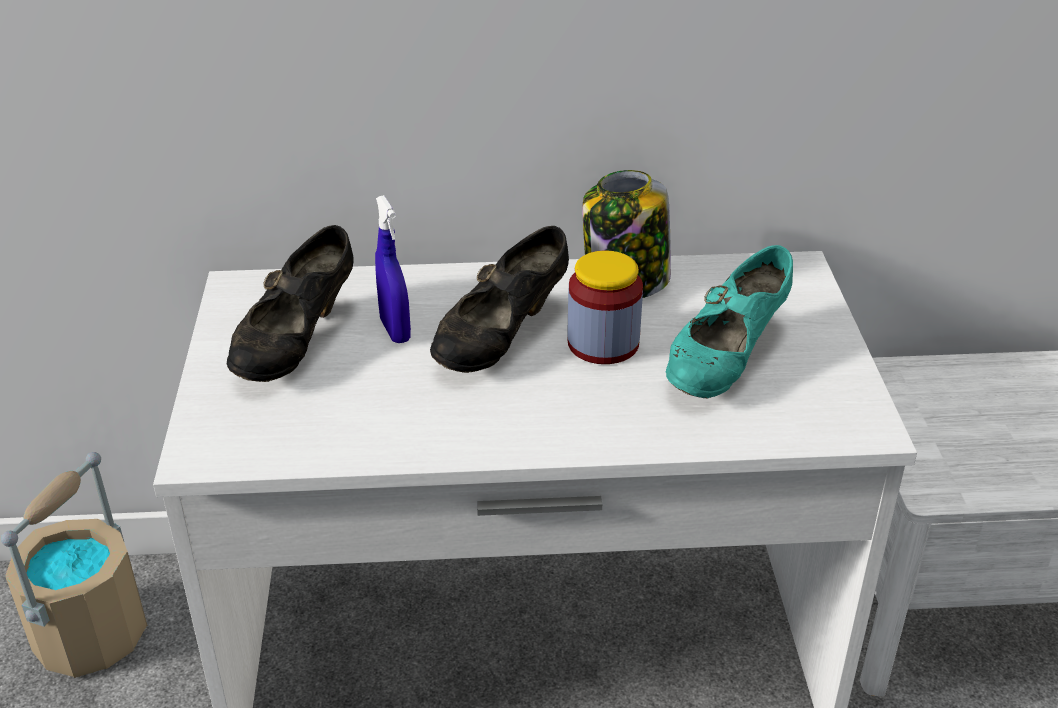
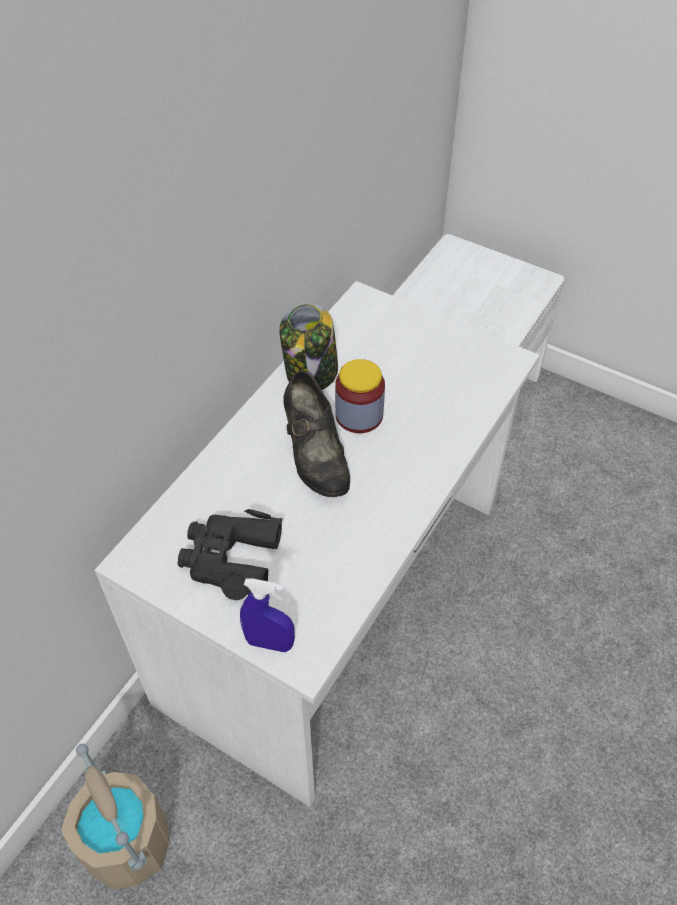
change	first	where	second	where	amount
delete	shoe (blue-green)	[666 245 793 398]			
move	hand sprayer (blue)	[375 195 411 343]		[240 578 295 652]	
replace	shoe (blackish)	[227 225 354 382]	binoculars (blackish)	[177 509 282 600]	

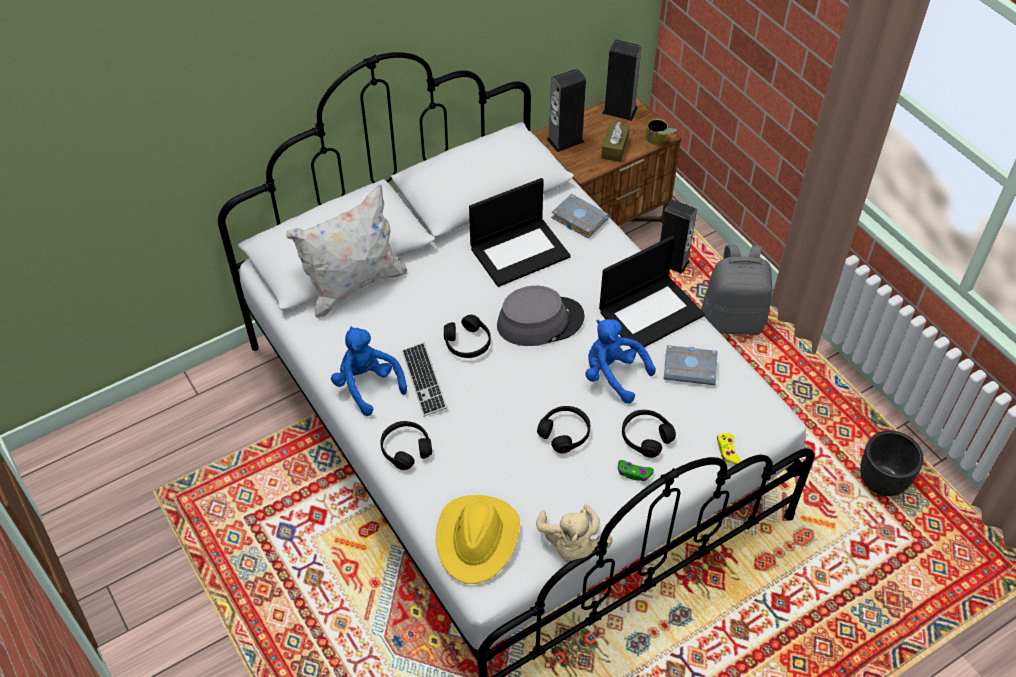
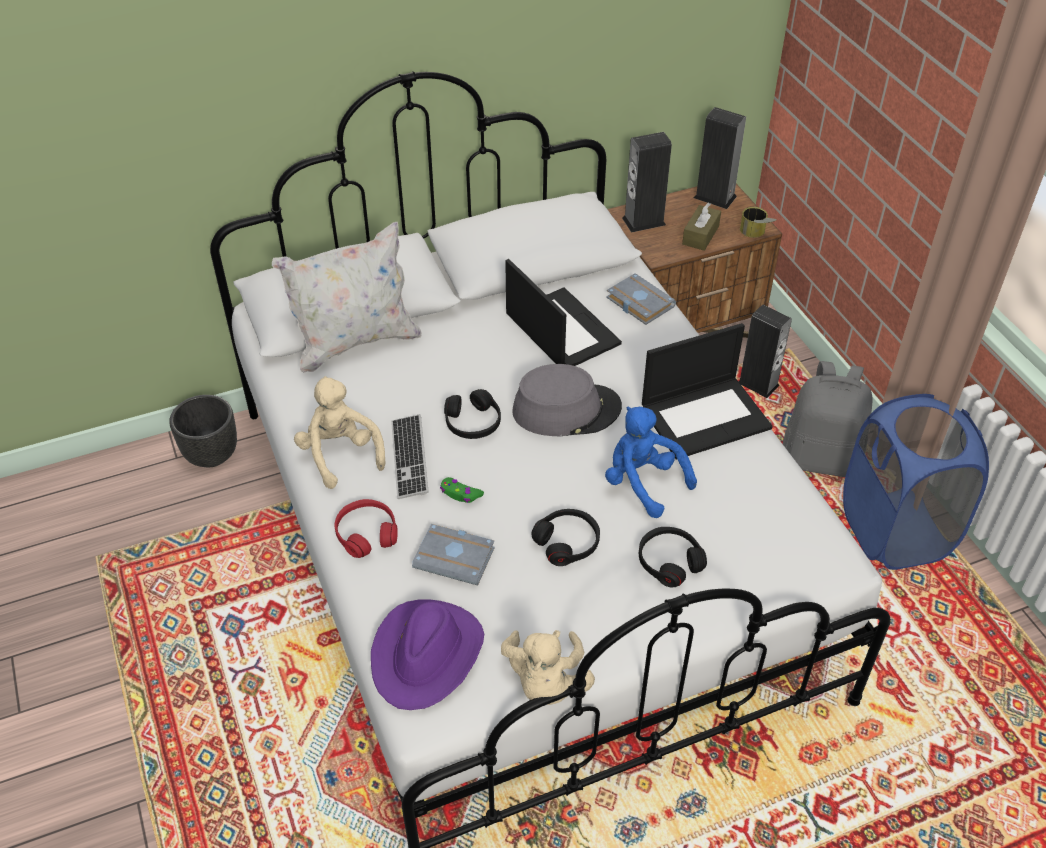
change	first	where	second	where	amount
delete	game controller (yellowish)	[717 433 741 464]			
insert			washing basket (blue)	[843 394 989 570]	
move	game controller (green)	[618 460 654 481]		[440 477 484 503]	
move	bound book (greyish)	[664 345 718 385]		[412 524 495 586]	
move	plant pot (blackish)	[860 430 924 496]		[169 395 237 467]	
recolor	cuddly toy (blue)	[331 326 407 416]	cuddly toy (sand-coloured)	[294 376 385 489]	
recolor	headphones (blackish)	[381 421 432 470]	headphones (red)	[334 499 398 558]	
recolor	wearable hat (yellowish)	[436 495 520 584]	wearable hat (purple)	[371 599 484 710]	
rotate	notebook computer	[469 178 571 287]		[505 259 622 366]	105 degrees counterclockwise

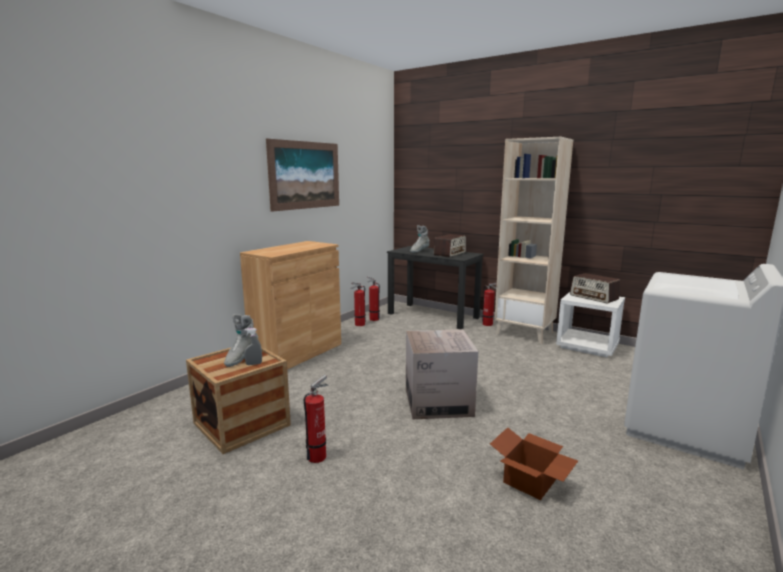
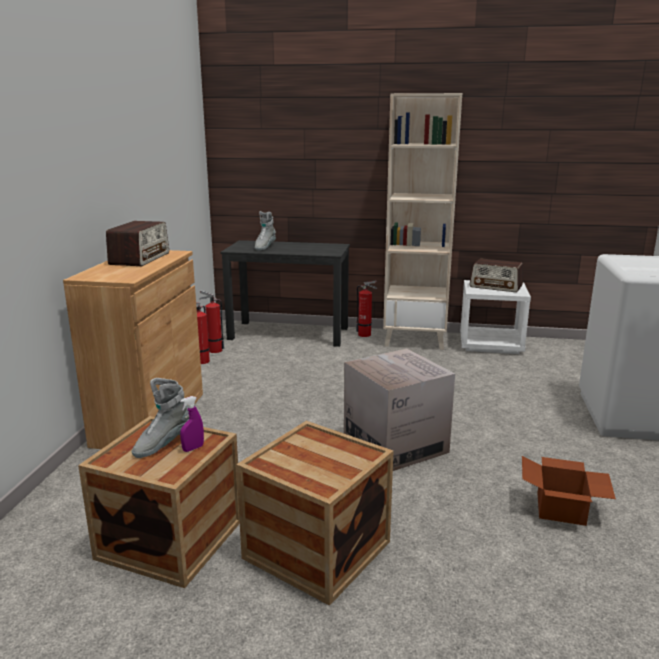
change	first	where	second	where	amount
delete	wall art	[266 139 339 212]			
move	radio	[434 234 466 257]		[106 221 169 266]	
replace	fire extinguisher	[304 375 329 463]	packing crate	[236 421 393 606]	
recolor	hand sprayer (greyish)	[244 328 262 365]	hand sprayer (purple)	[180 396 204 452]	
rotate	high-top boot (greyish)	[224 314 258 367]		[132 378 189 458]	45 degrees clockwise

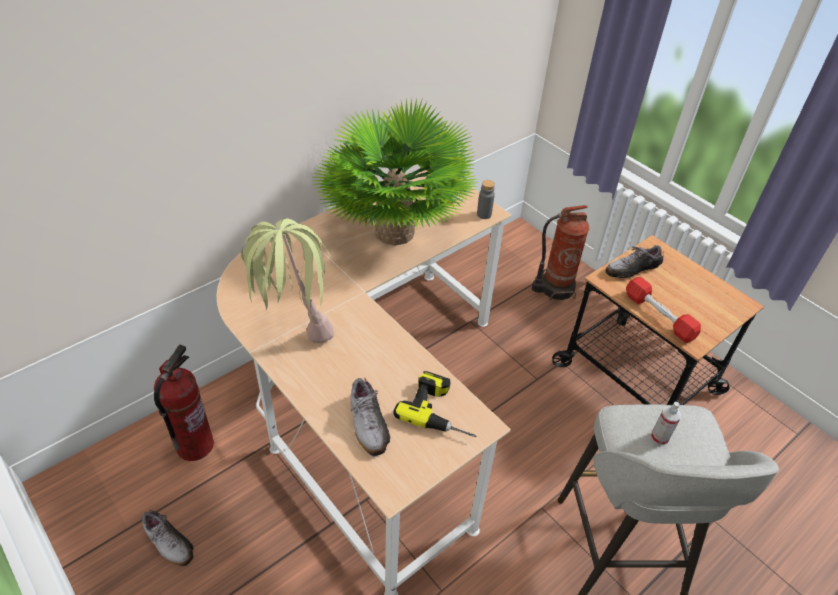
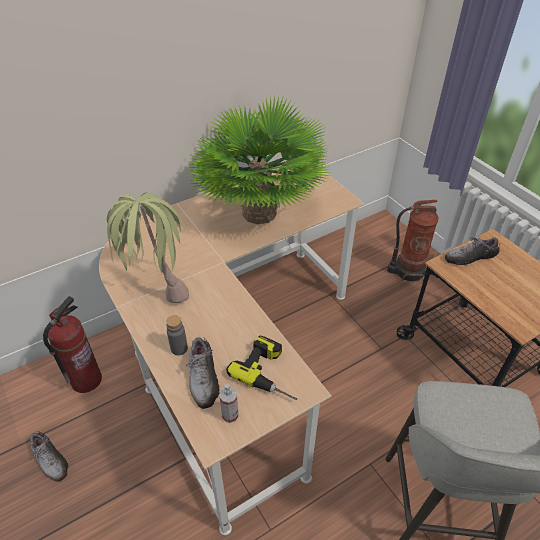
change	first	where	second	where	amount
delete	free weight (red)	[626 277 701 343]			
move	drink bottle (greyish)	[477 180 495 219]		[166 315 188 355]	
move	hand sprayer	[651 402 681 445]		[220 384 239 423]	

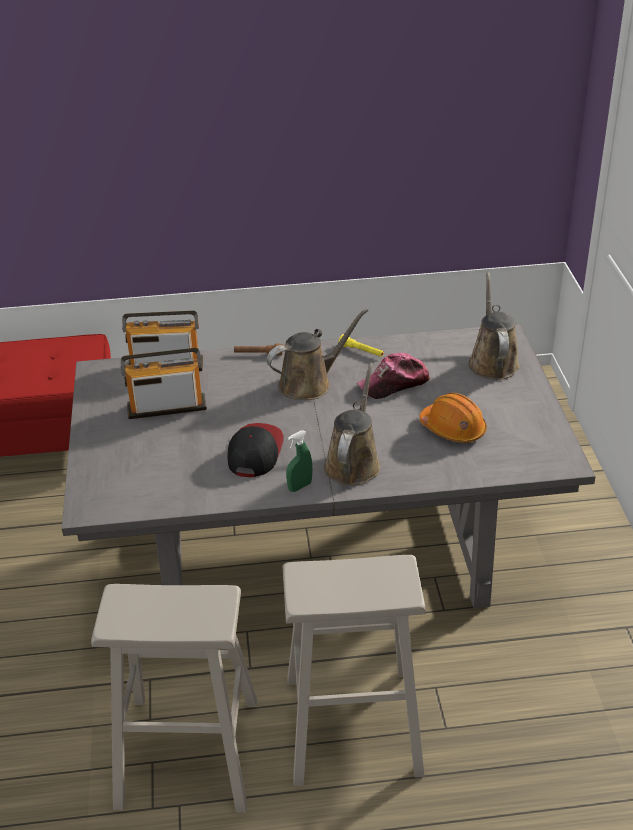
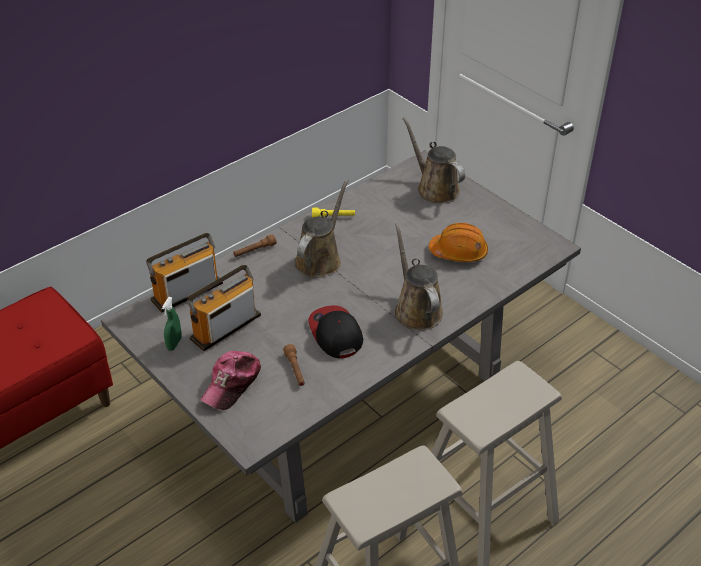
change	first	where	second	where	amount
insert			flashlight (brown-coloured)	[283 344 305 386]	
move	hand sprayer (green)	[286 430 313 492]		[162 297 182 351]	
move	cap	[357 353 430 399]		[200 351 261 410]	

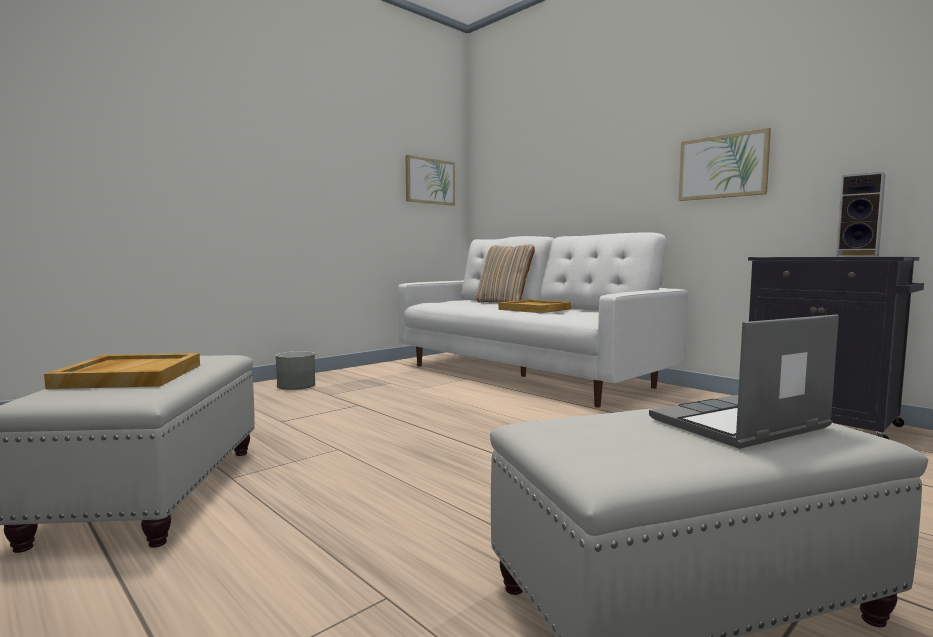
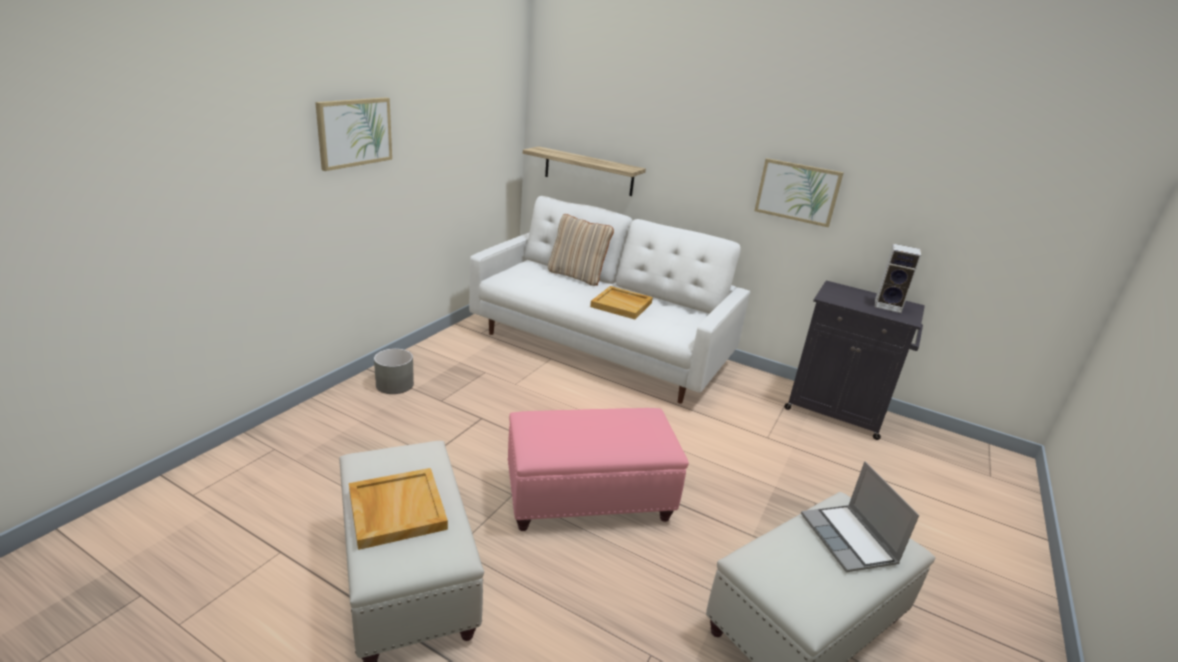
change	first	where	second	where	amount
insert			pouffe (pink)	[508 408 689 531]	
insert			bracket shelf	[523 146 646 196]	
move	wall art	[406 155 455 206]		[315 97 392 171]	
rotate	notebook computer	[649 315 839 449]		[801 461 919 572]	60 degrees counterclockwise

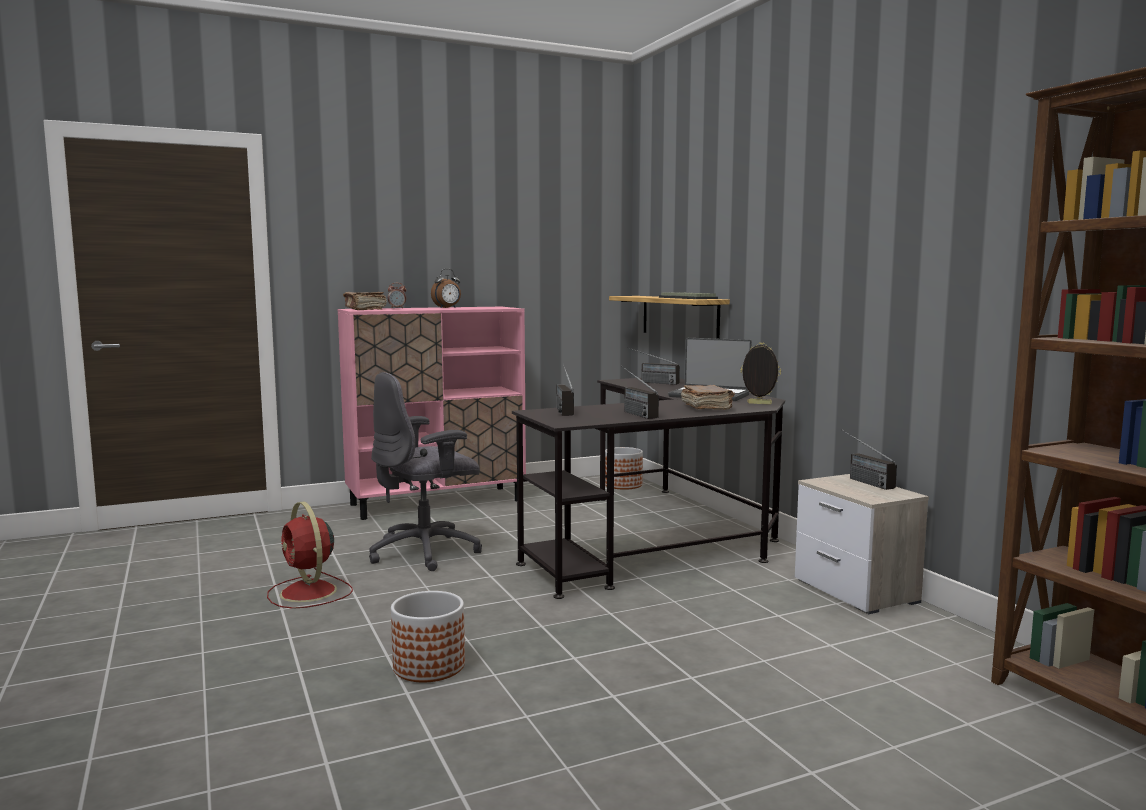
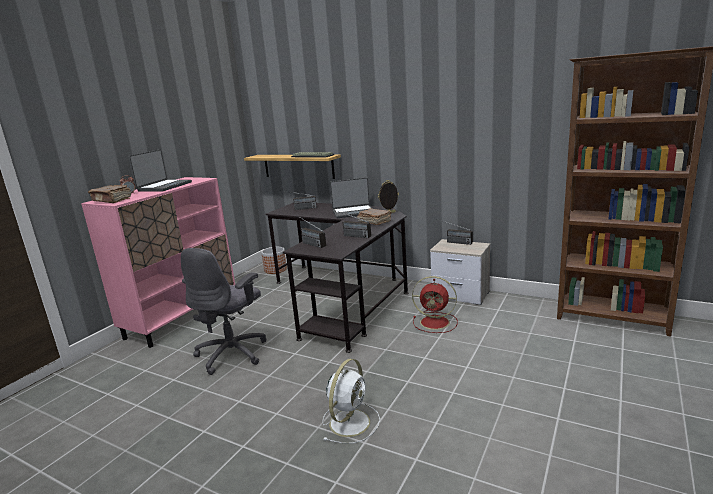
change	first	where	second	where	amount
move	cooling fan (red)	[267 502 353 609]		[412 276 458 333]	
replace	plant pot	[391 591 465 682]	cooling fan (whitish)	[322 359 380 444]	
replace	table clock	[431 269 461 308]	notebook computer	[128 149 192 192]	

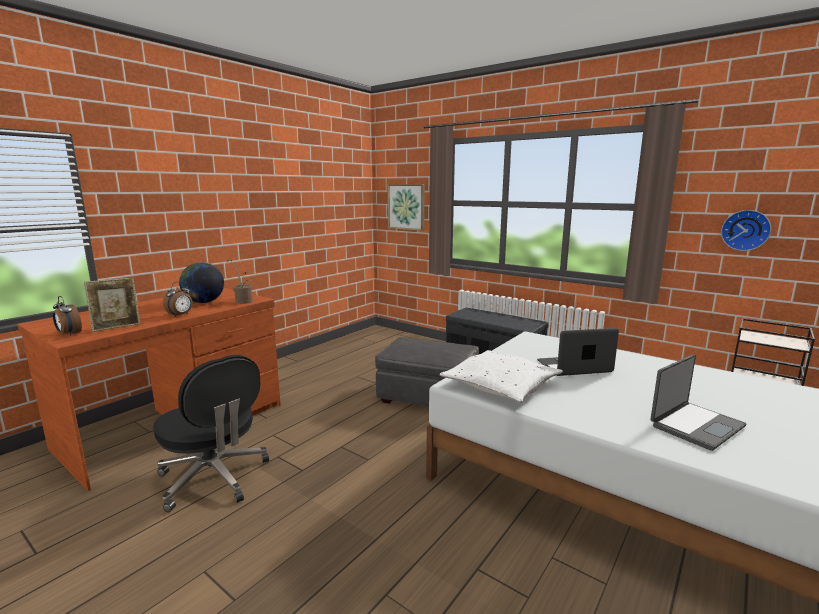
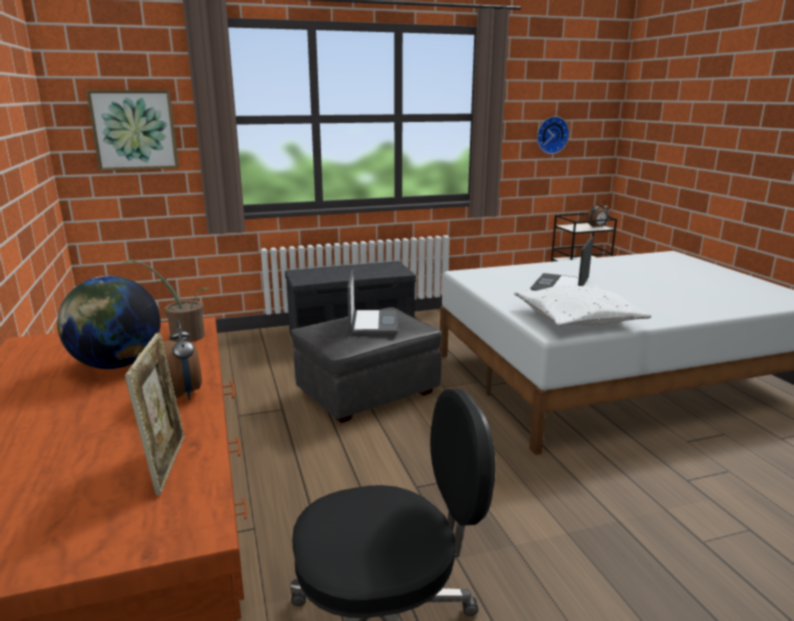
change	first	where	second	where	amount
move	table clock	[53 296 82 336]		[587 200 609 228]	
move	notebook computer	[650 355 746 451]		[347 270 398 335]	

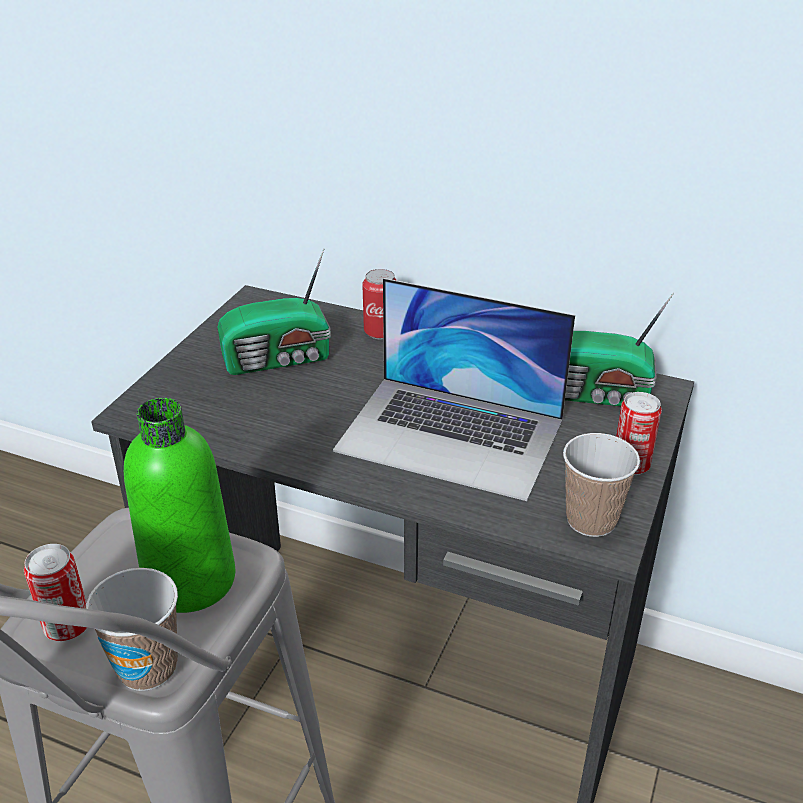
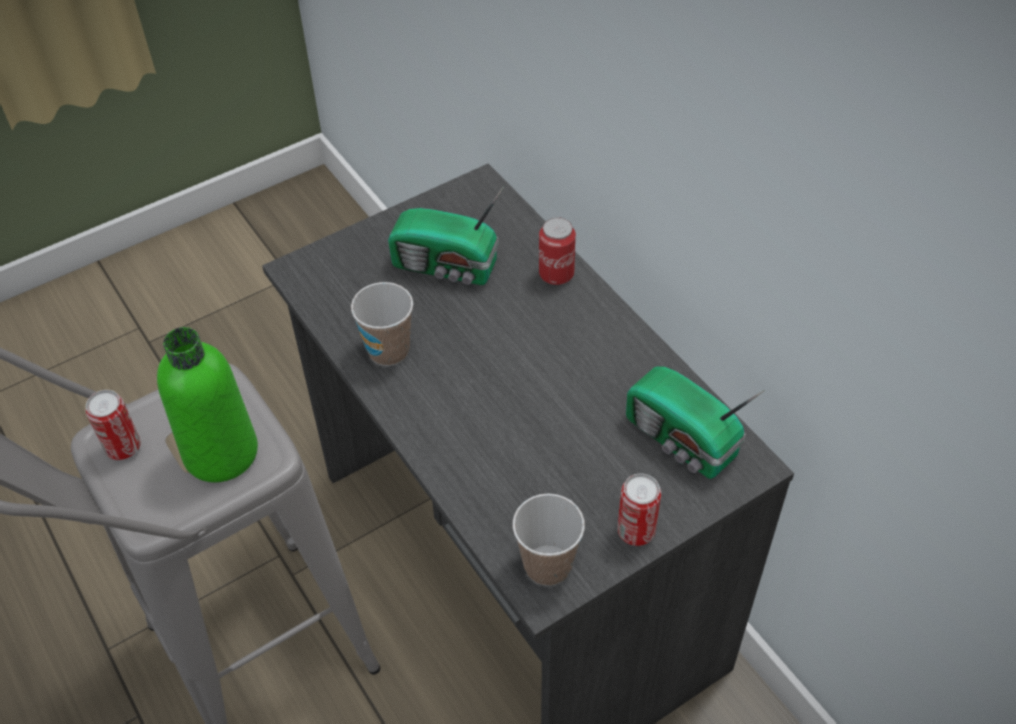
change	first	where	second	where	amount
delete	notebook computer	[333 278 575 501]			
move	drinking cup	[85 568 178 691]		[351 282 413 366]	

